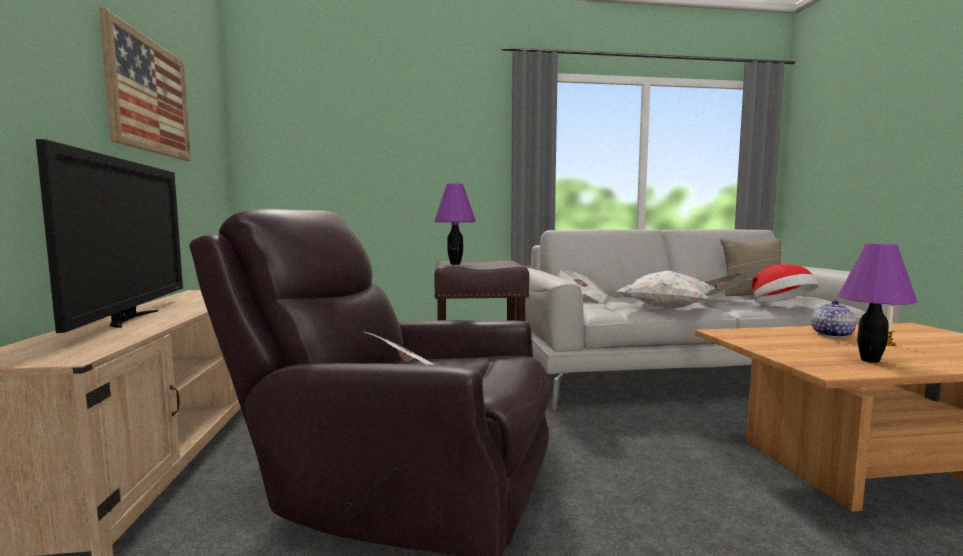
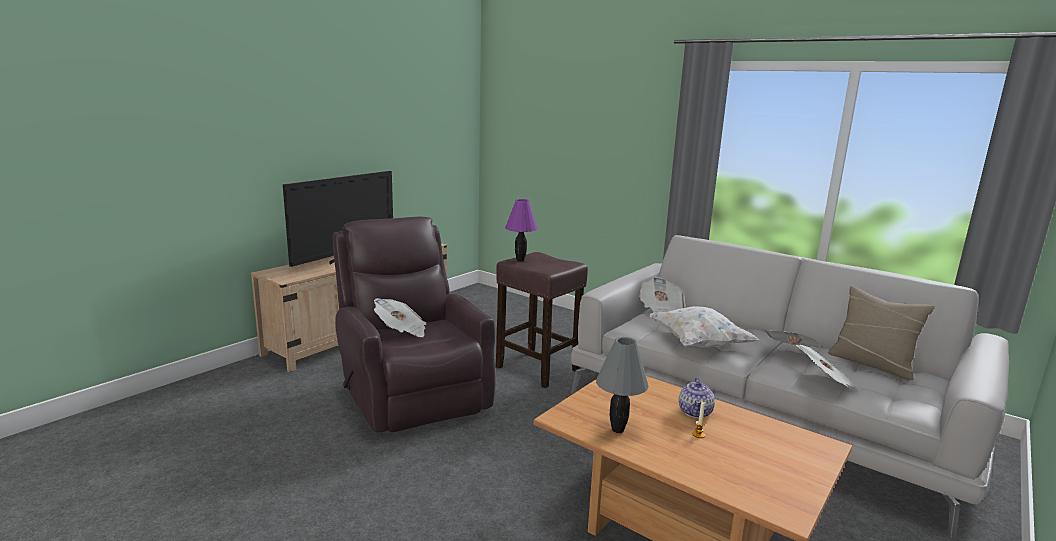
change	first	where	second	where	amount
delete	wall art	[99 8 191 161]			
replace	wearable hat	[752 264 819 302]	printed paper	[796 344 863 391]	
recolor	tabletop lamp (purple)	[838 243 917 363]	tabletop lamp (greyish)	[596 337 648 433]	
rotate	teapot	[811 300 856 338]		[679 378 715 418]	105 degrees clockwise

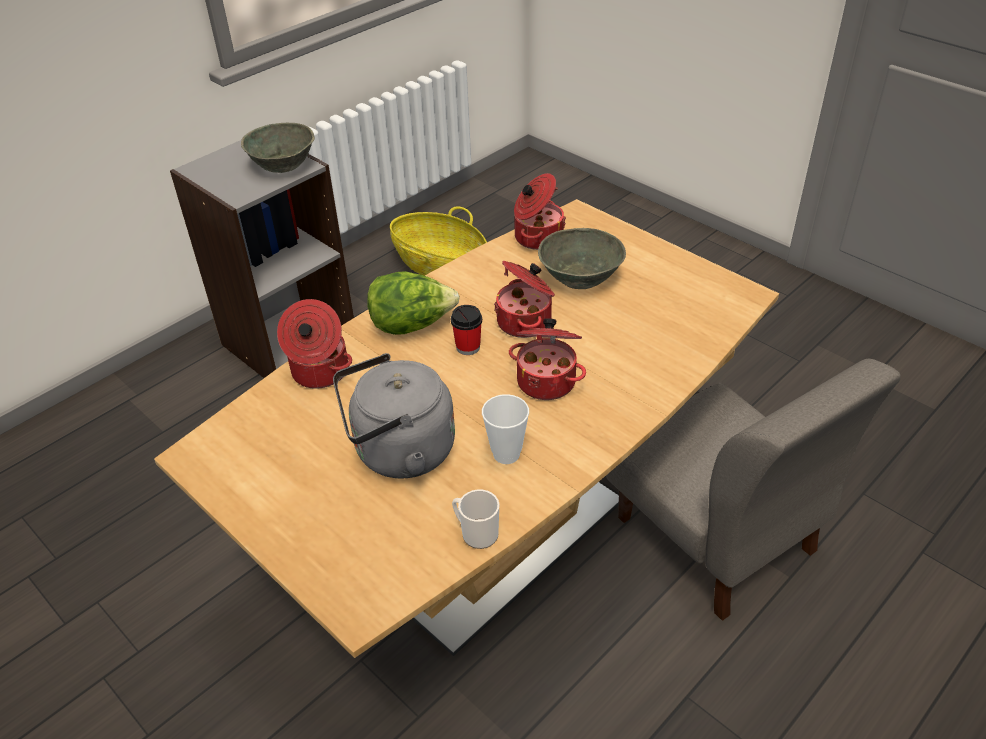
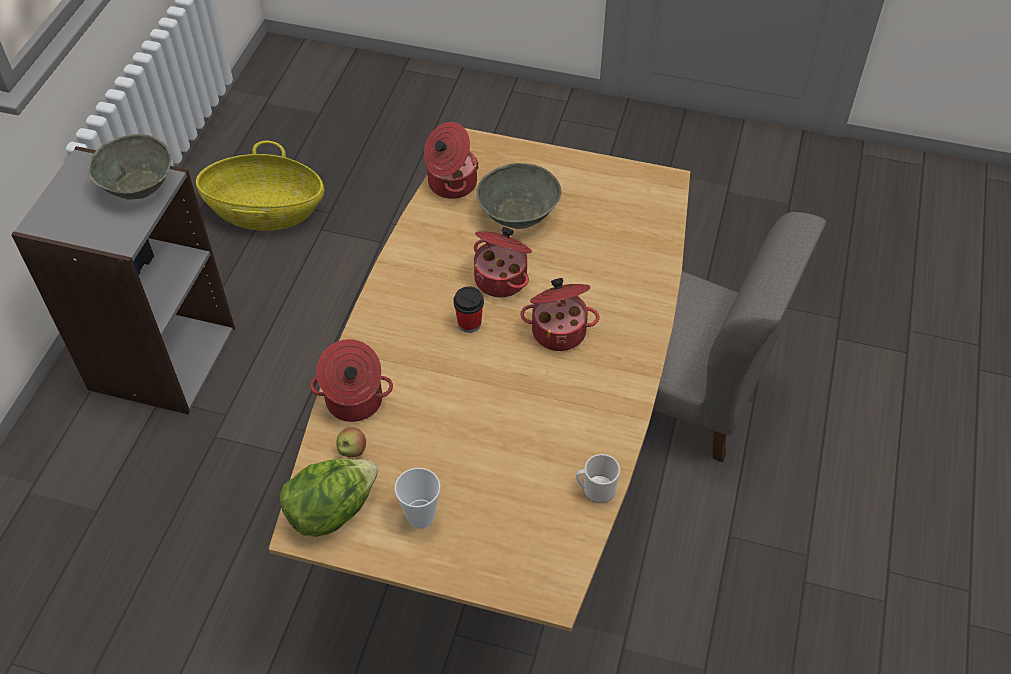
change	first	where	second	where	amount
delete	water kettle (greyish)	[333 353 455 478]			
insert			apple fruit	[336 427 366 457]	
move	head of lettuce	[367 271 460 335]		[280 459 378 537]	
move	drinking cup	[482 394 529 464]		[395 468 440 529]	

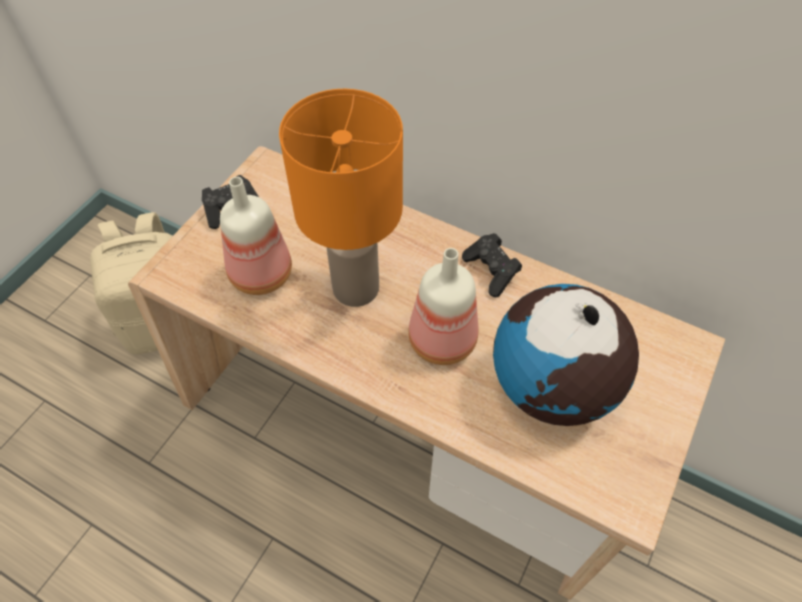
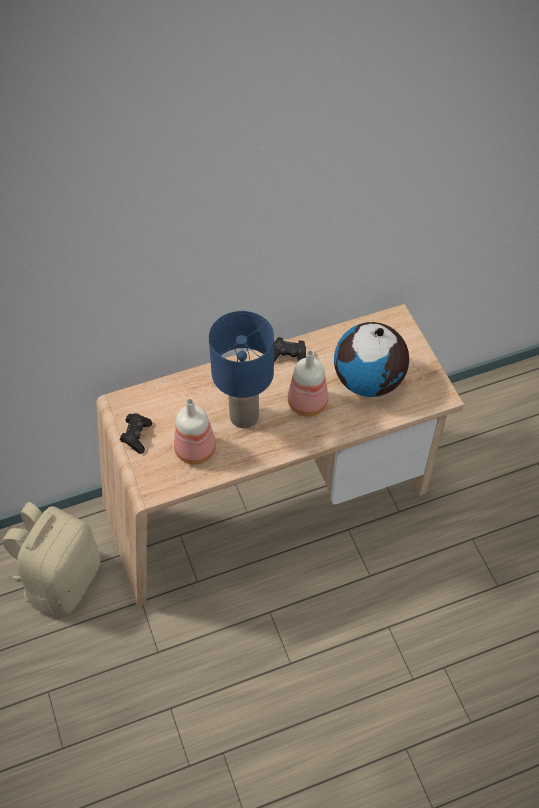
change	first	where	second	where	amount
recolor	tabletop lamp (orange-coloured)	[279 89 403 307]	tabletop lamp (blue)	[209 311 274 428]	

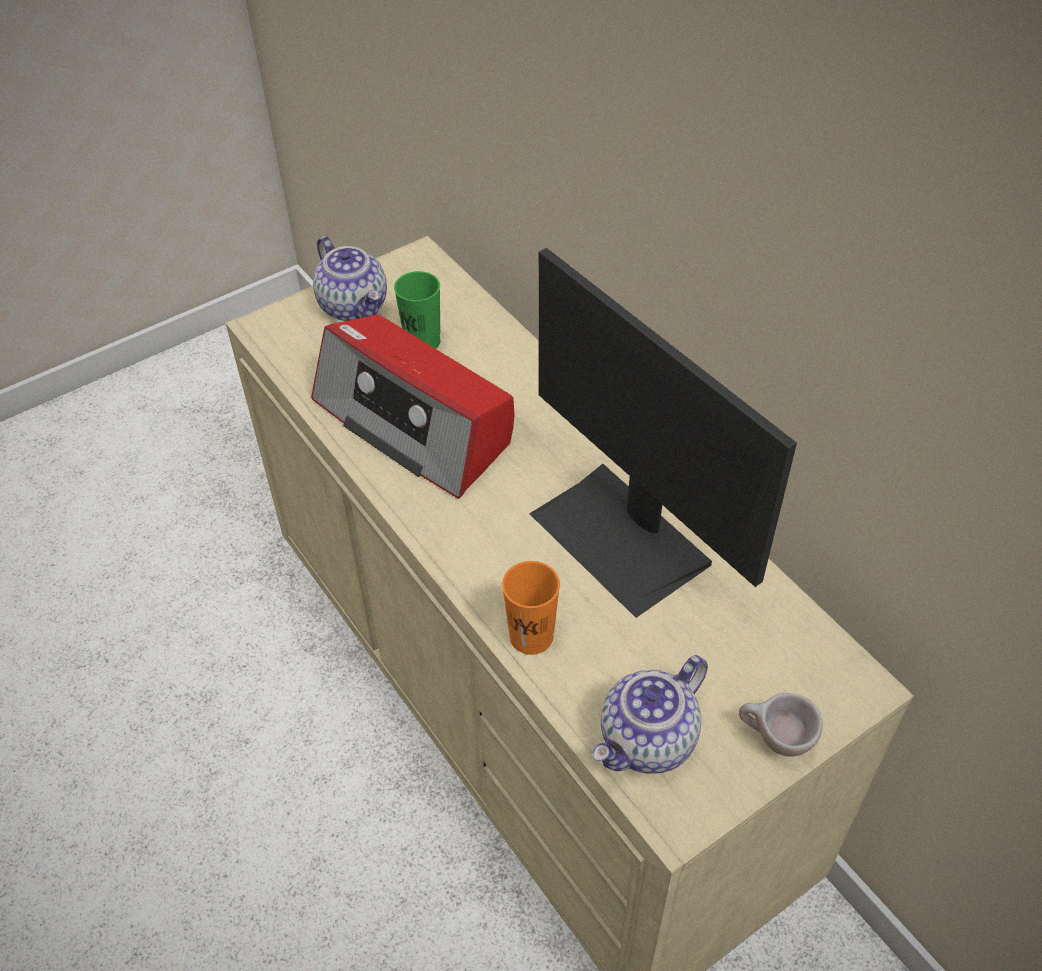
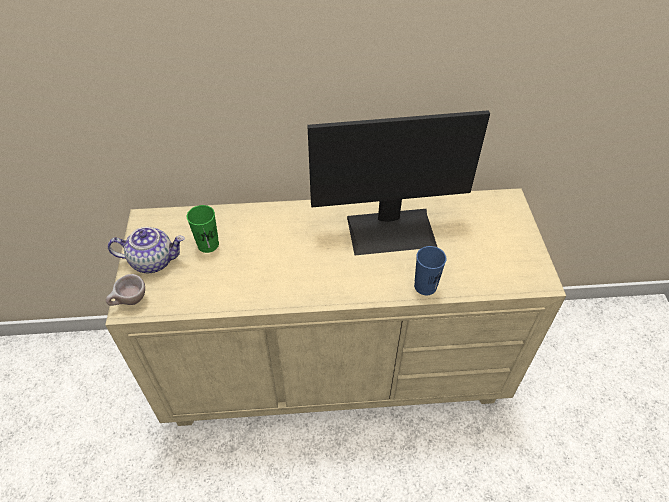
change	first	where	second	where	amount
delete	radio	[311 314 515 499]			
delete	teapot	[592 655 708 774]			
move	drinking cup (sand-coloured)	[739 693 823 757]		[106 274 145 306]	
recolor	drinking cup (orange-coloured)	[502 561 560 655]	drinking cup (blue)	[414 246 446 295]	

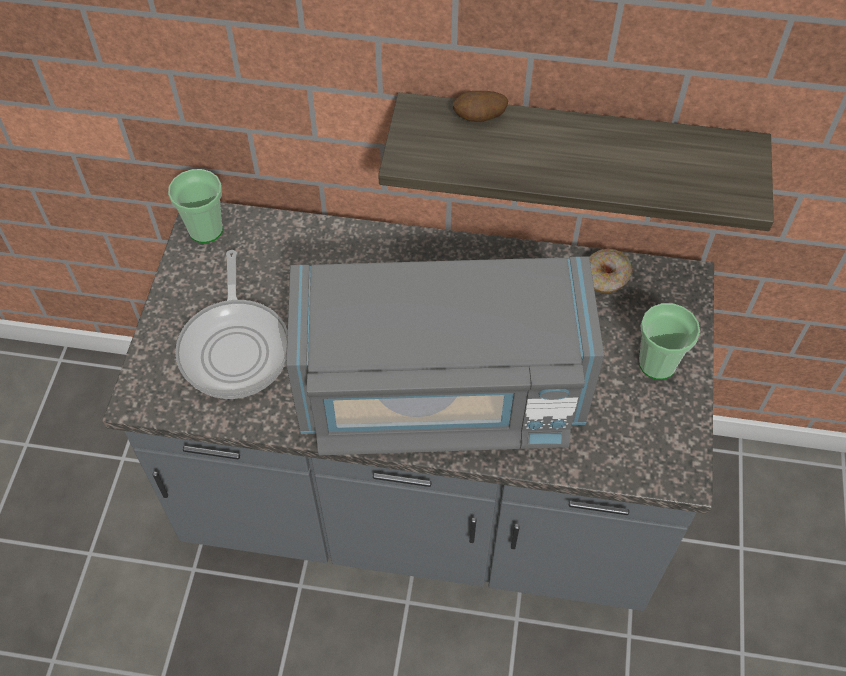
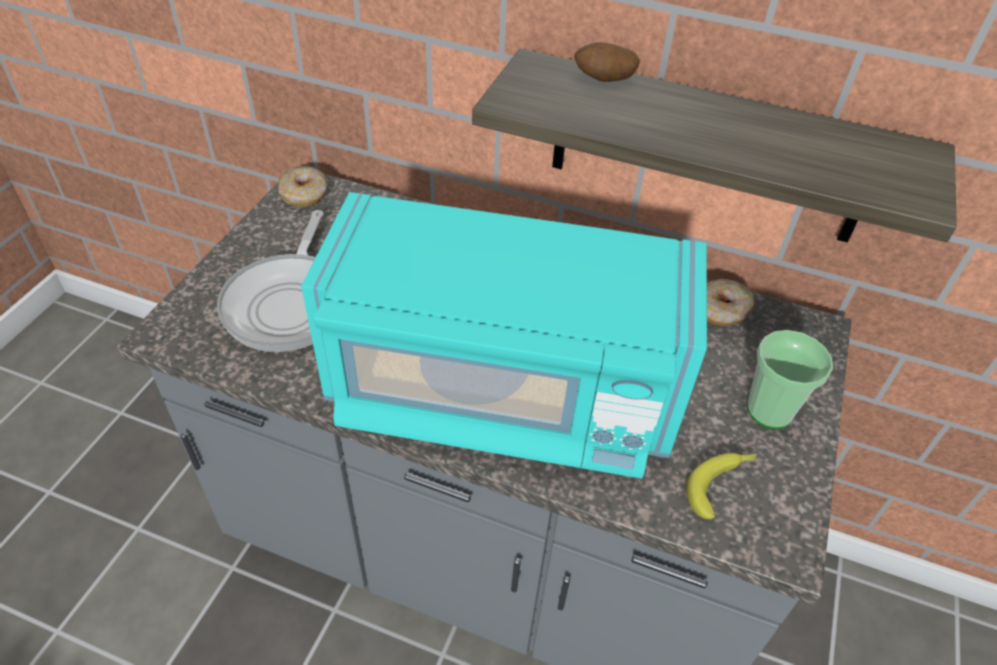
change	first	where	second	where	amount
insert			banana fruit	[686 453 757 519]	
replace	drinking cup	[168 169 223 243]	doughnut	[278 166 327 208]	
recolor	kitchen microwave (greyish)	[286 256 604 455]	kitchen microwave (blue-green)	[301 192 707 479]	

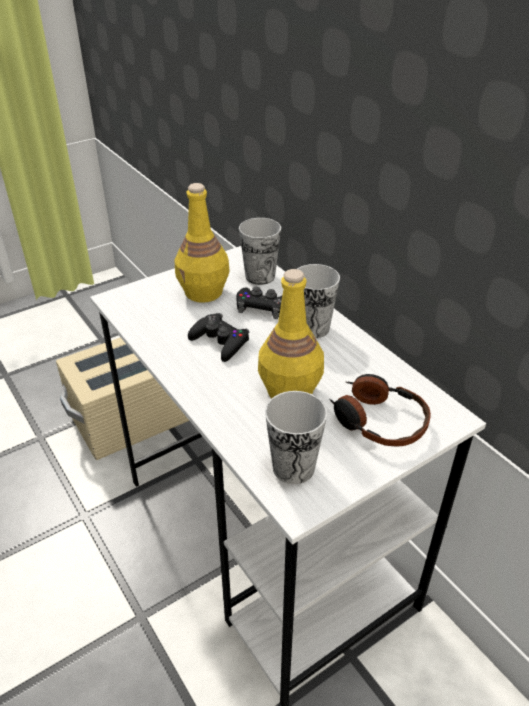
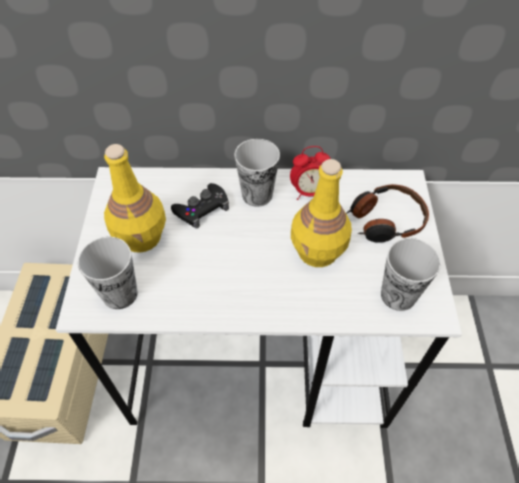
change	first	where	second	where	amount
delete	game controller (blackish)	[188 313 249 362]			
insert			table clock	[290 146 331 200]	
move	drinking cup	[239 218 281 285]		[78 237 138 309]	

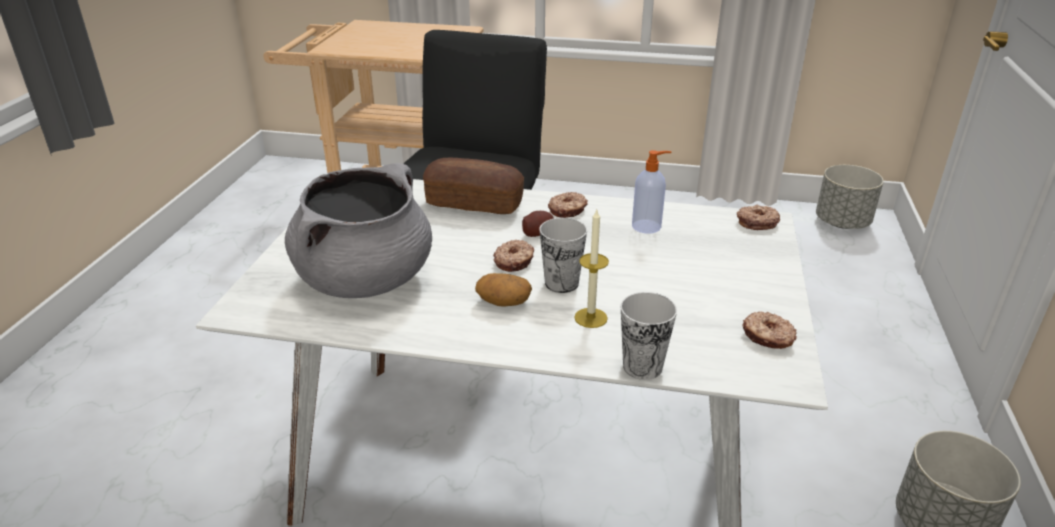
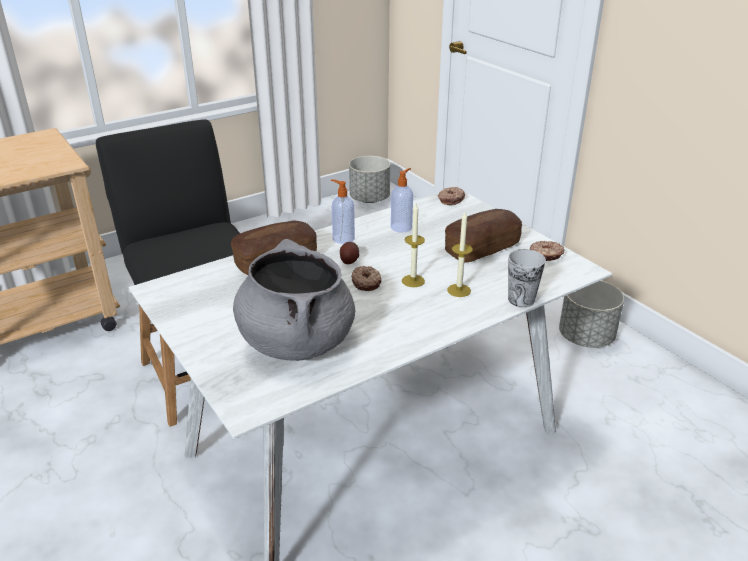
change	first	where	second	where	amount
delete	whole potato	[475 273 532 307]			
insert			baked bread	[445 209 522 263]	
replace	drinking cup	[539 218 587 293]	wax light	[402 204 425 287]	
replace	doughnut	[548 192 588 218]	soap bottle	[331 179 355 244]	

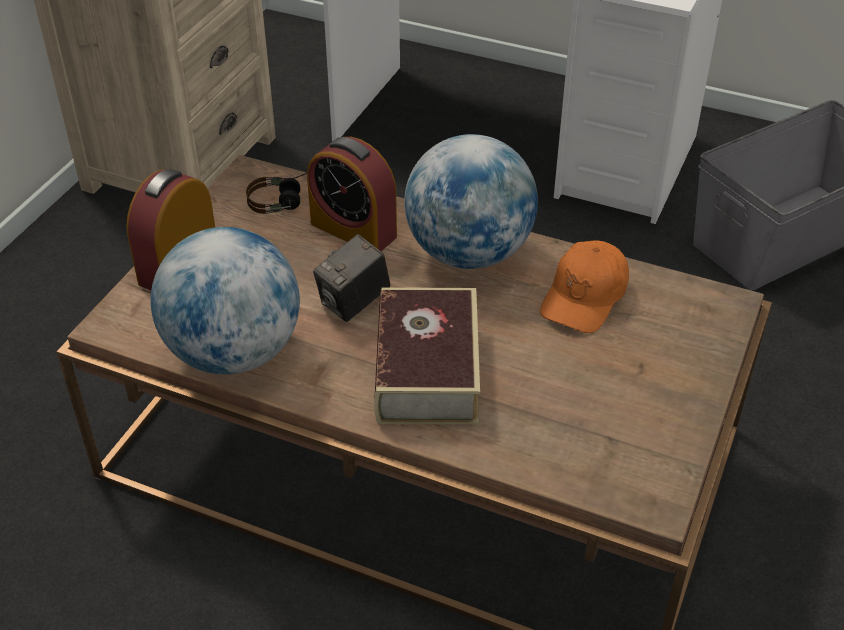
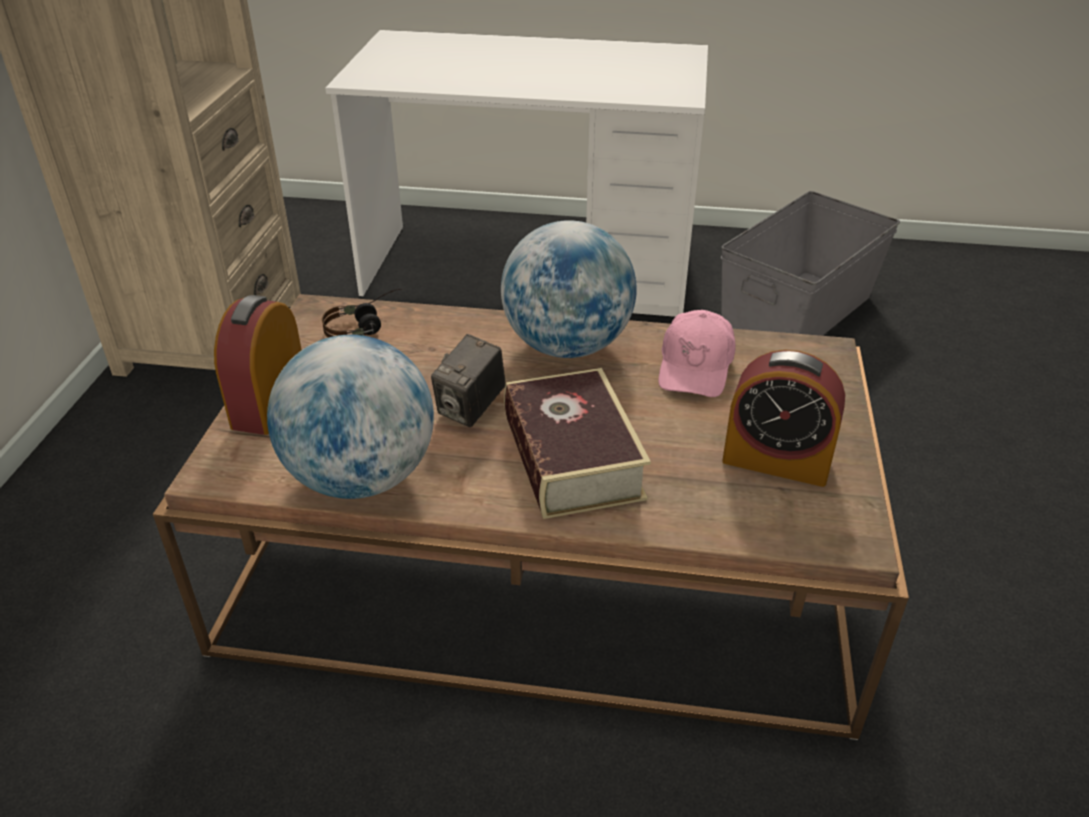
change	first	where	second	where	amount
move	table clock	[307 137 397 251]		[722 350 845 487]	
recolor	cap (orange-coloured)	[540 240 629 333]	cap (pink)	[658 310 736 397]	

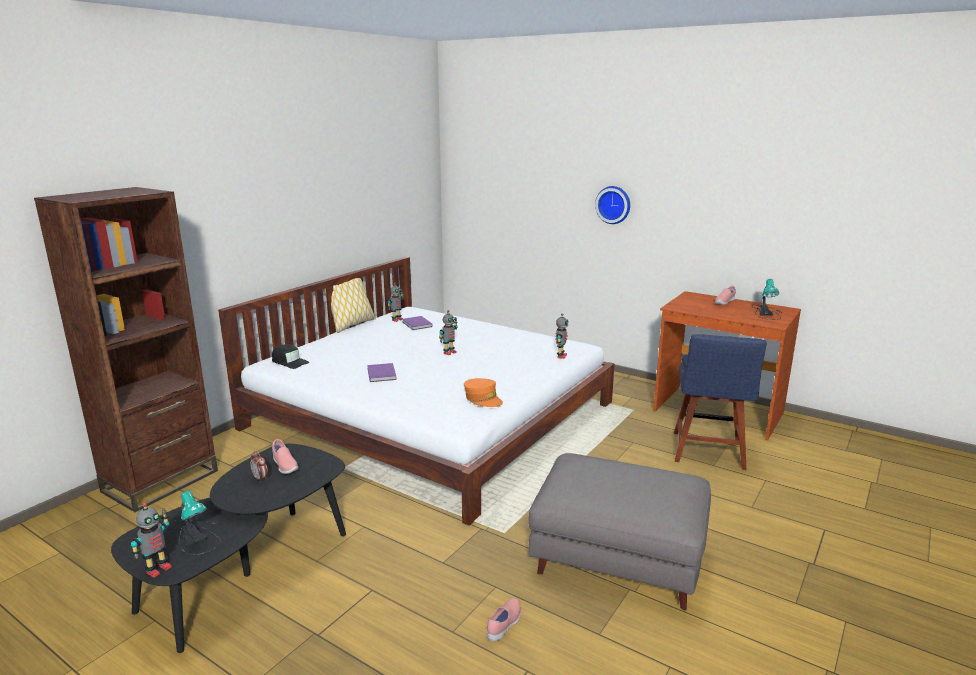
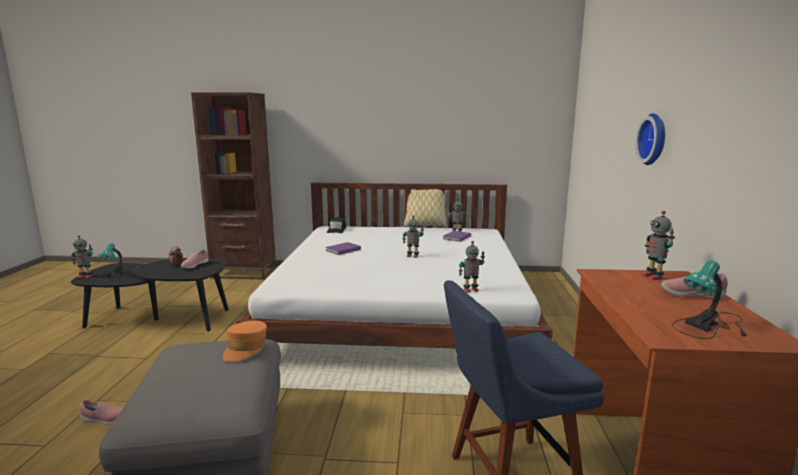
change	first	where	second	where	amount
insert			model robot	[642 211 675 280]	
move	cap (orange-coloured)	[464 378 503 407]		[223 321 267 362]	

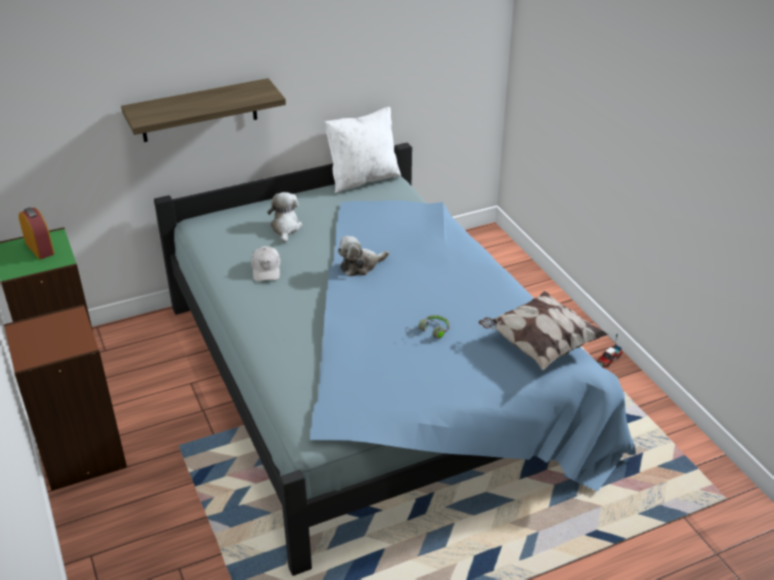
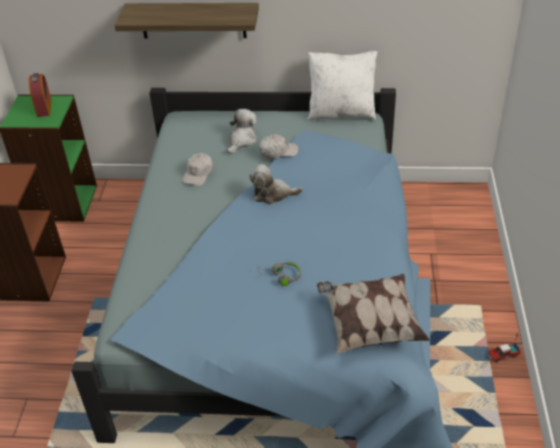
change	first	where	second	where	amount
insert			cap (whitish)	[259 134 299 158]	

